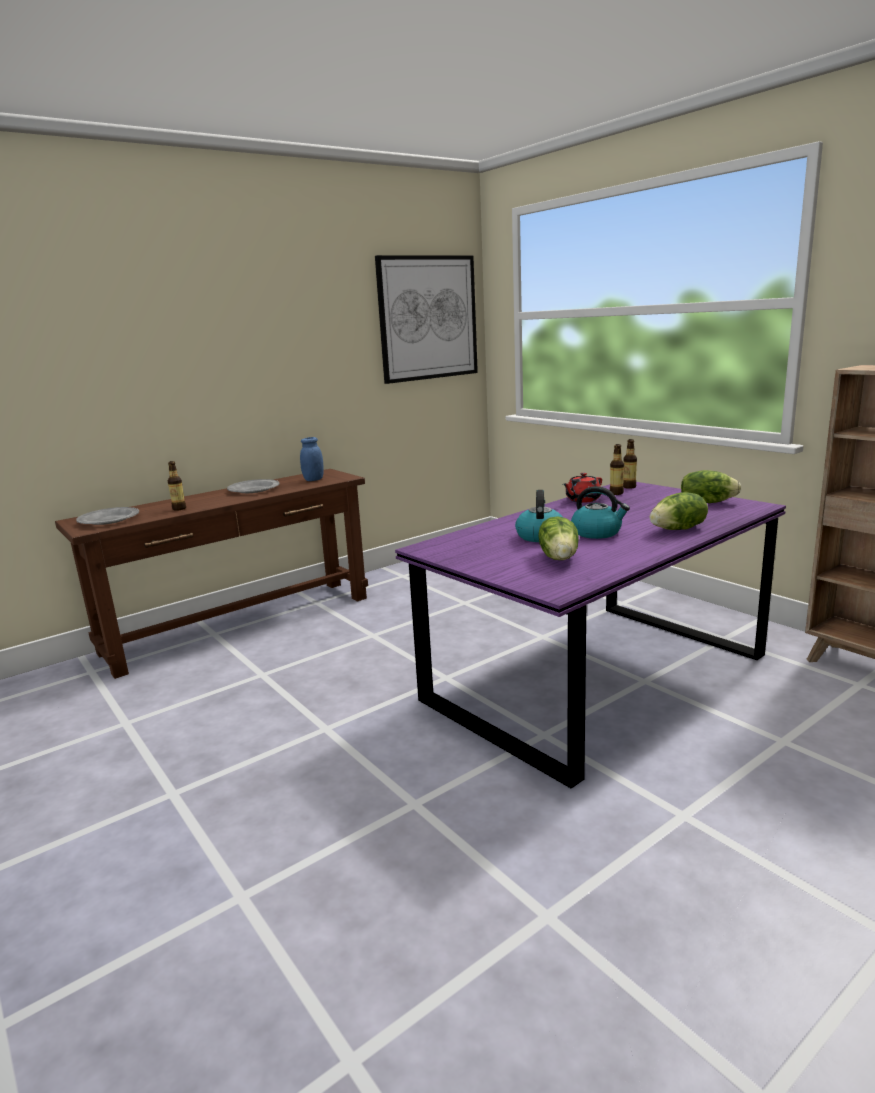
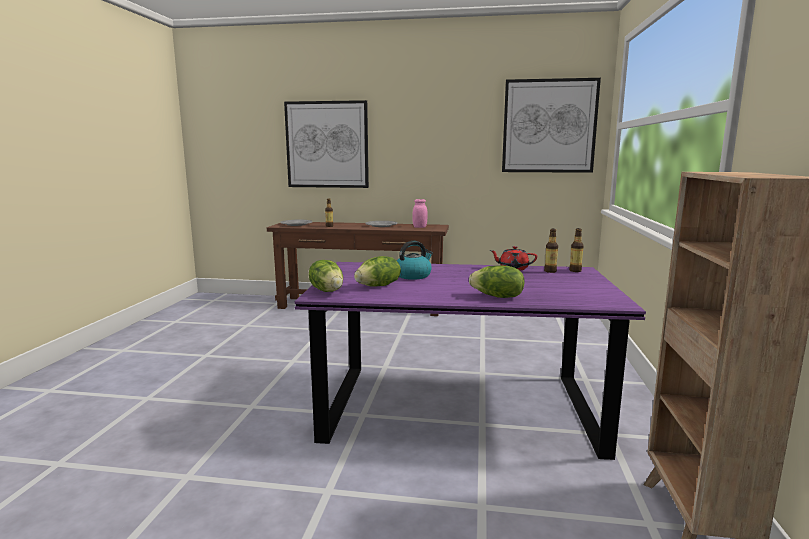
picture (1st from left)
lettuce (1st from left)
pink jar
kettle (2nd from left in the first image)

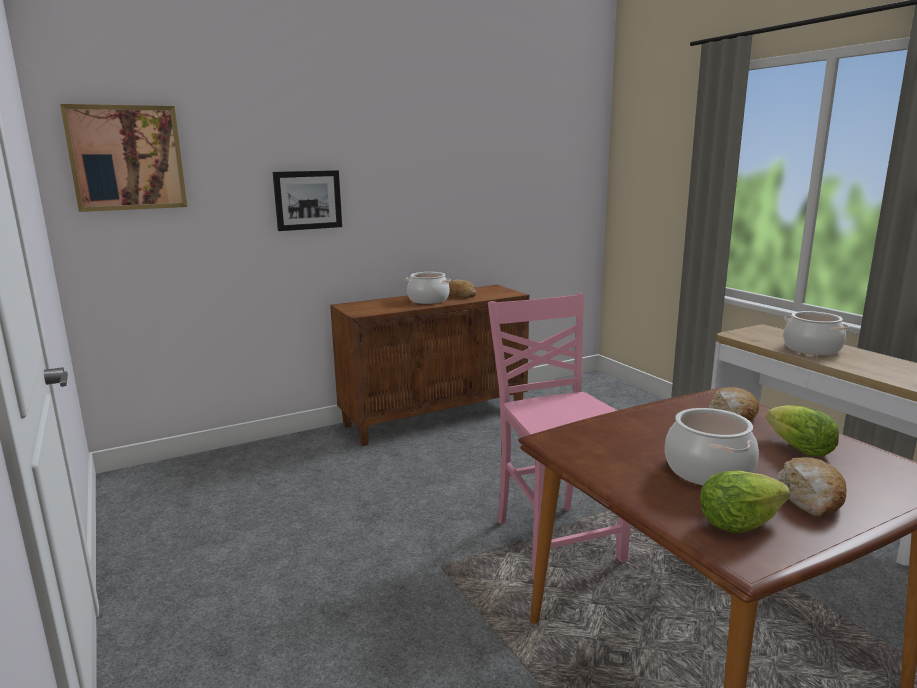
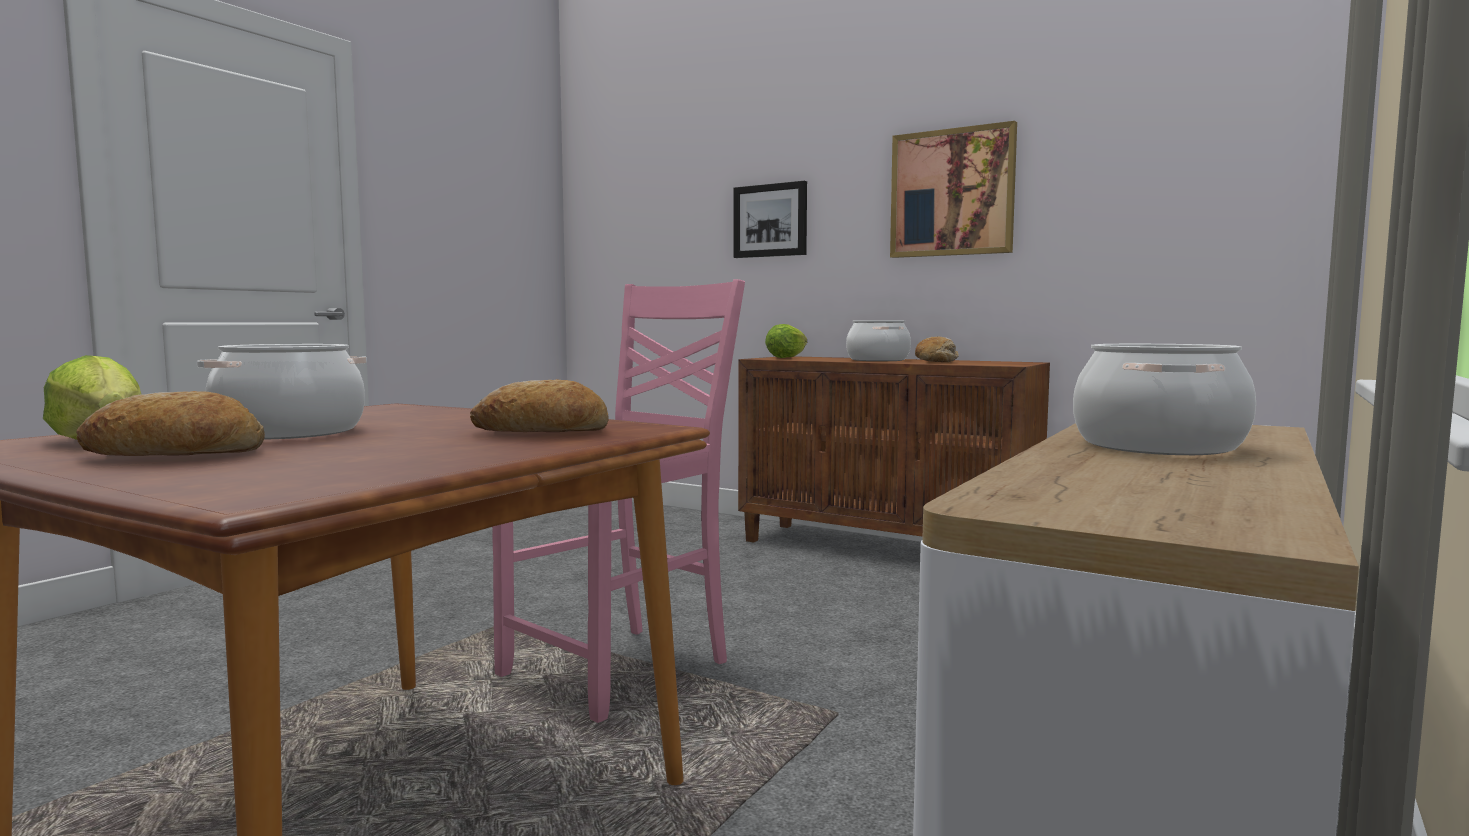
lettuce (2nd from left)
picture (2nd from left)

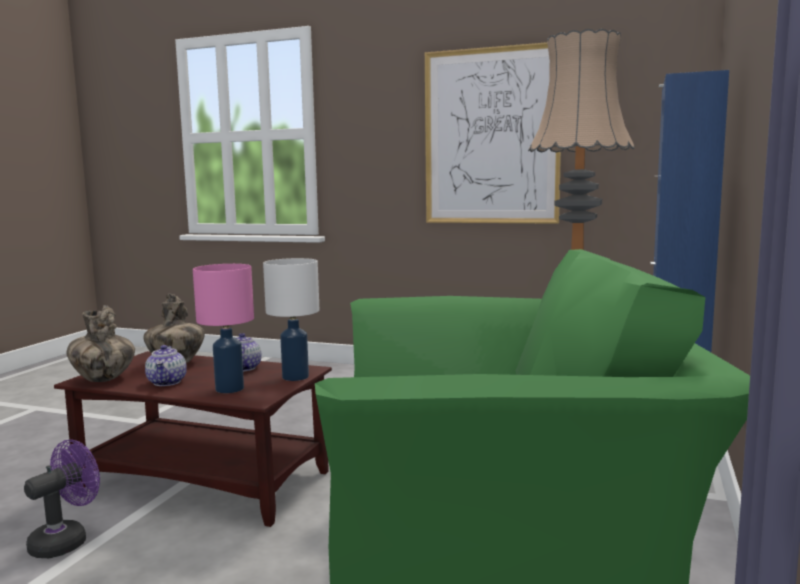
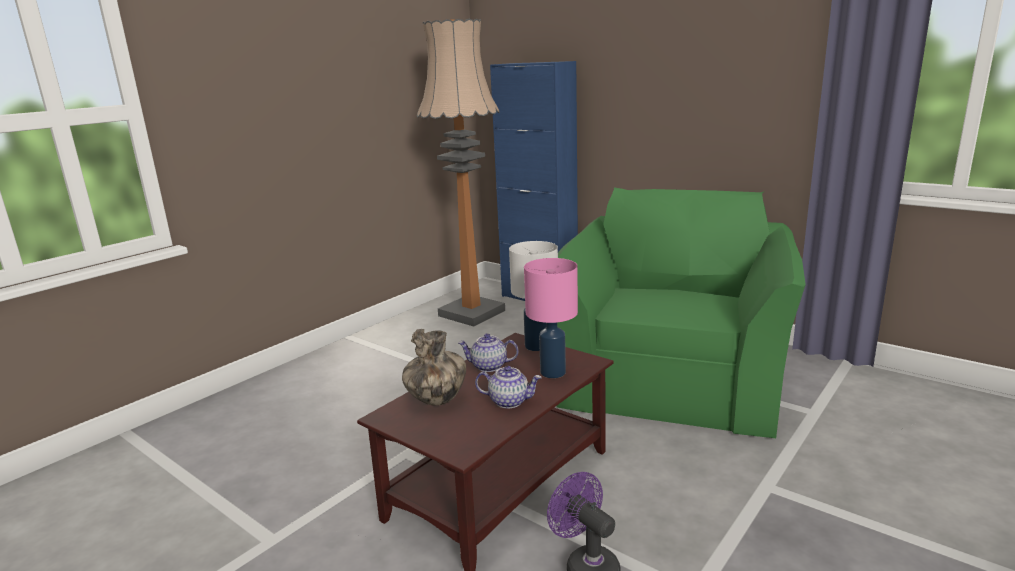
vase (1st from left in the first image)
picture

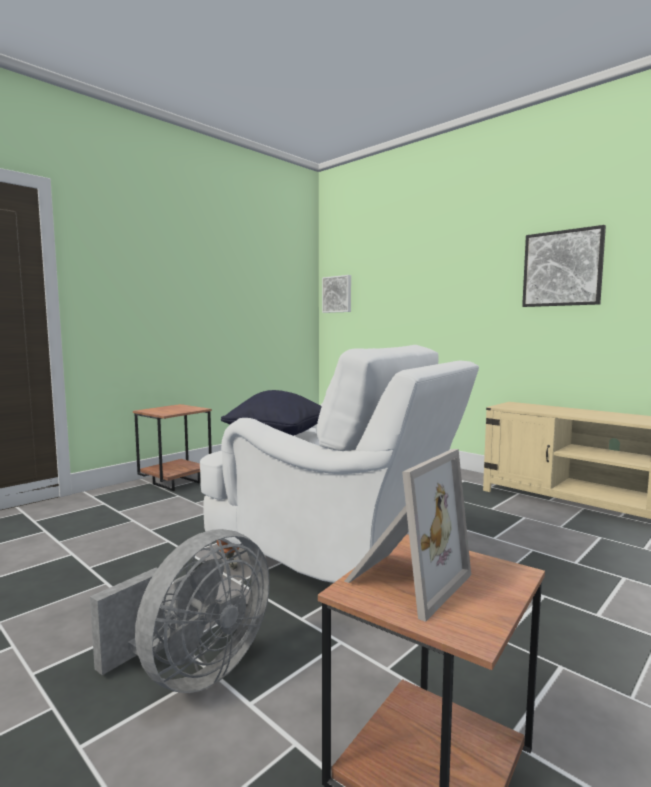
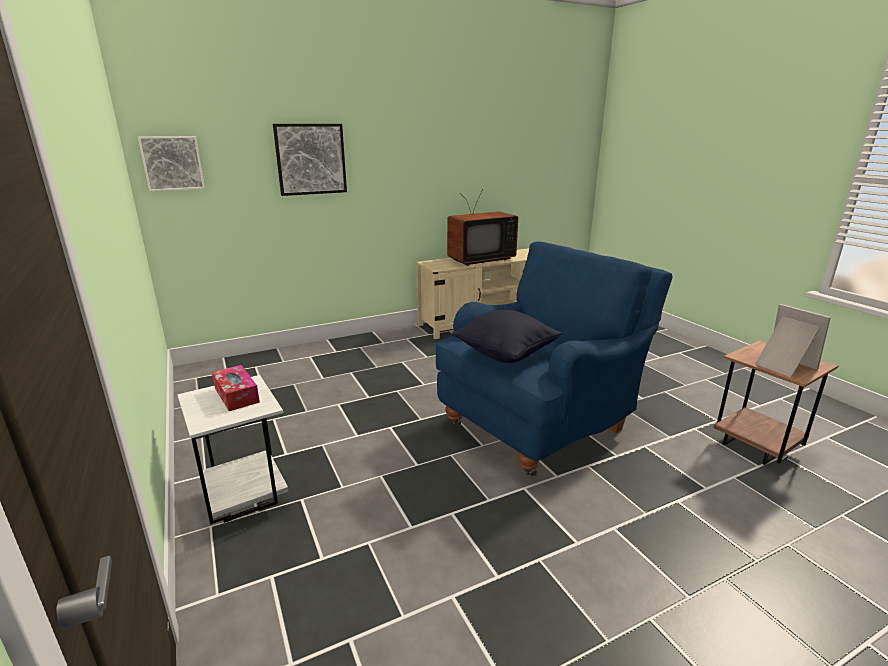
white side table
tissue box
picture (2nd from left)
blue armchair
television
grey fan

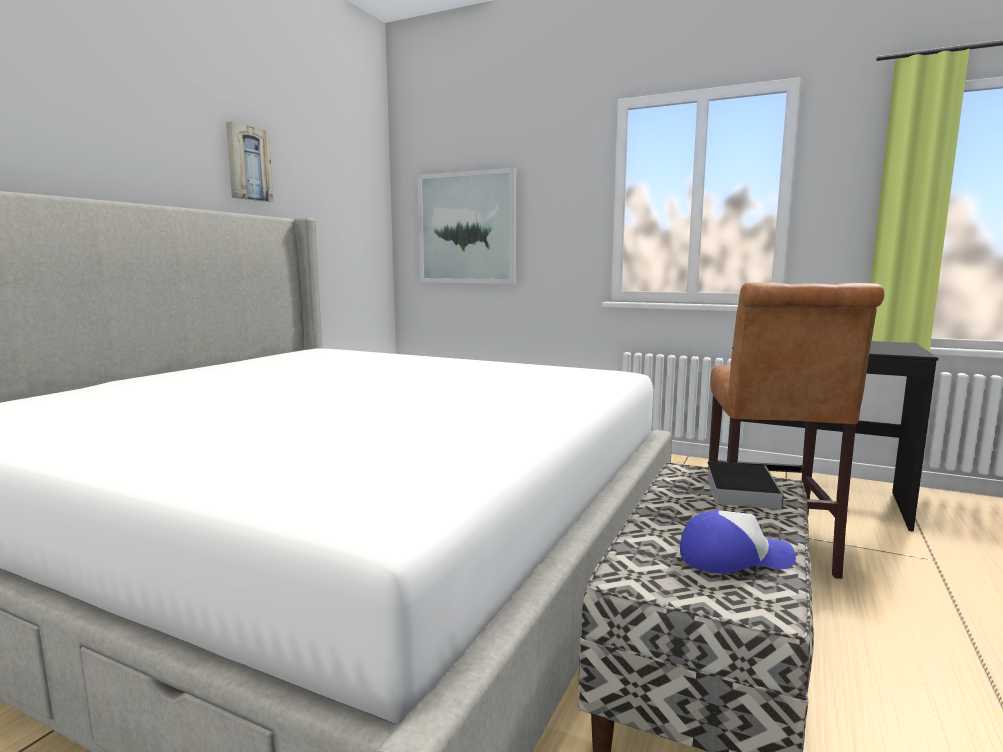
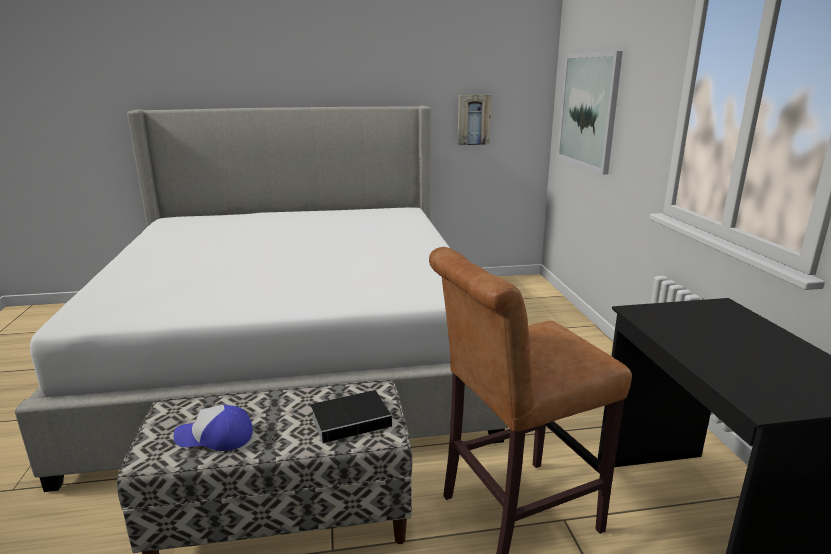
cap
picture (1st from left)

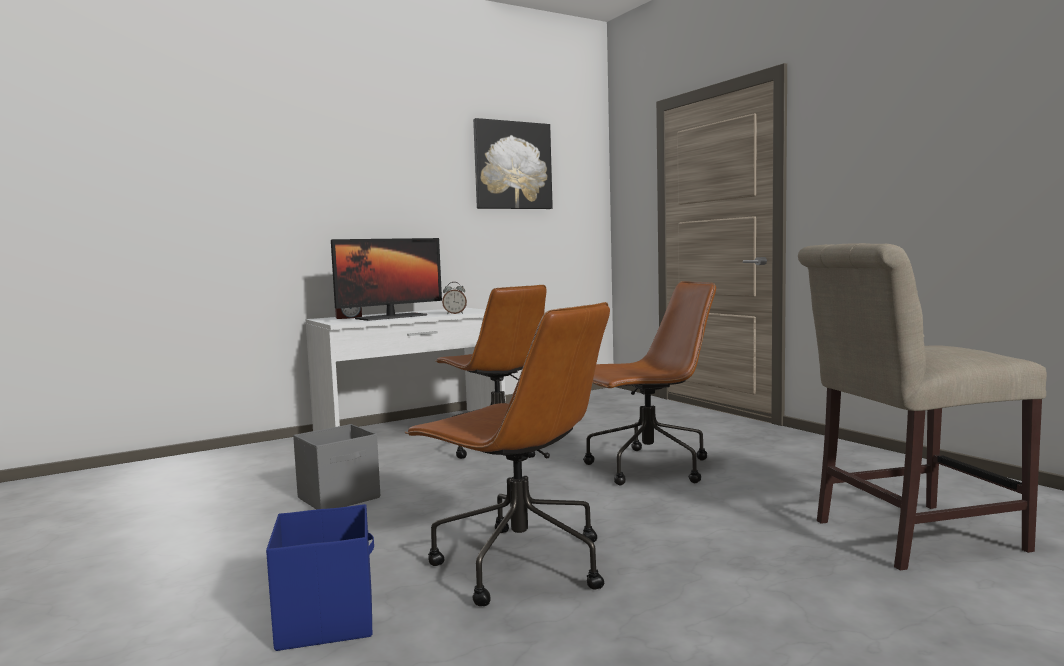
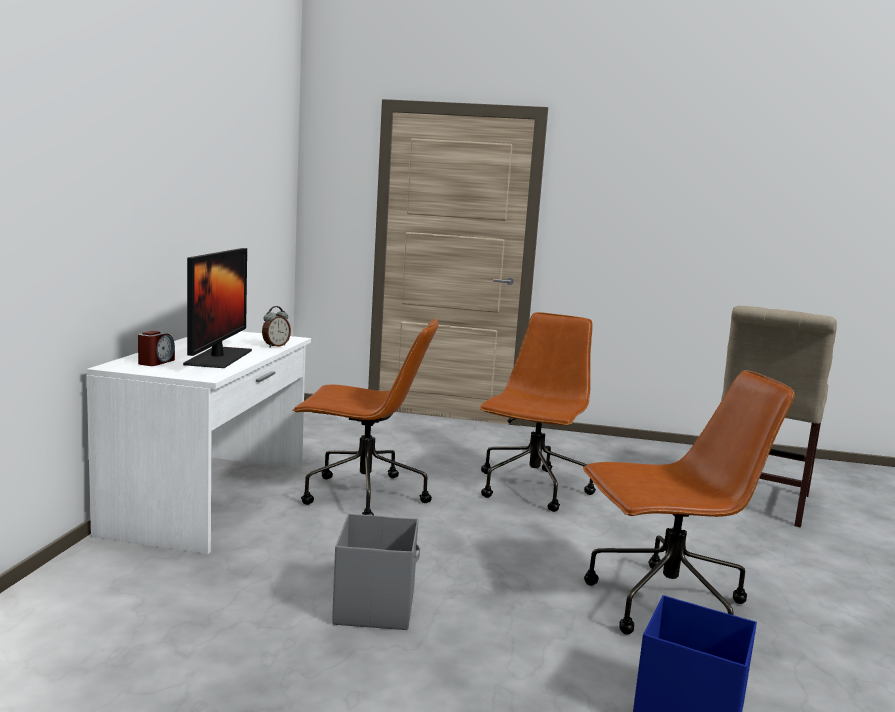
picture

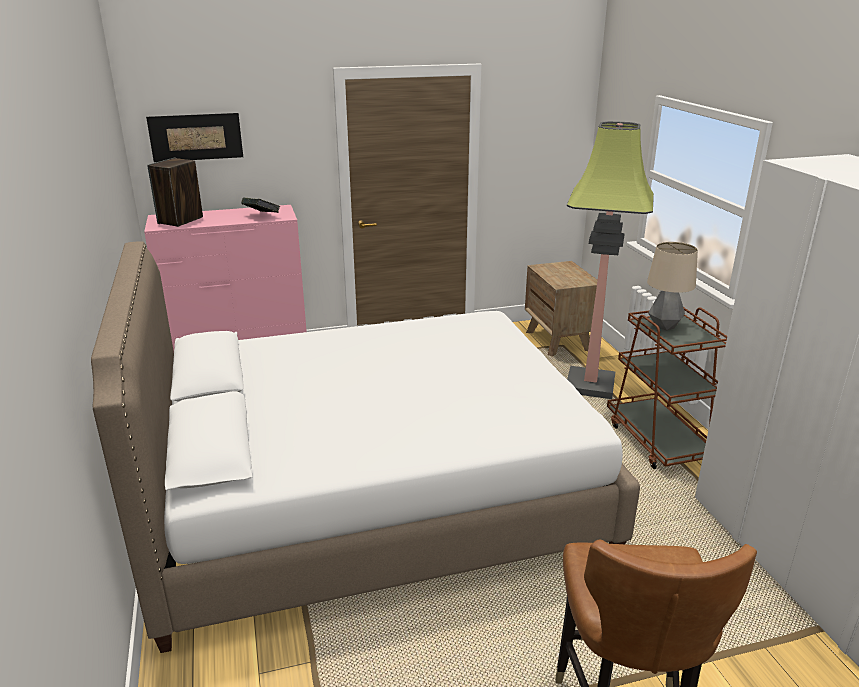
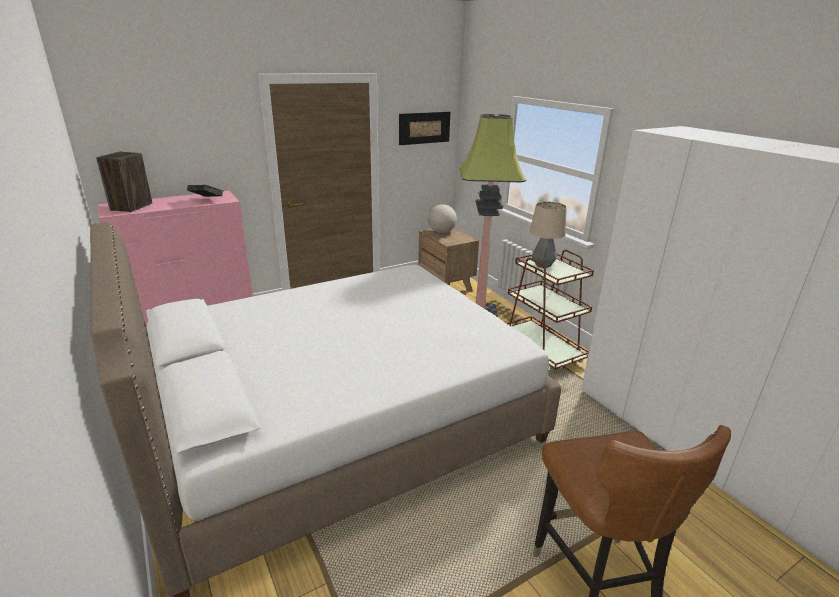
picture
globe

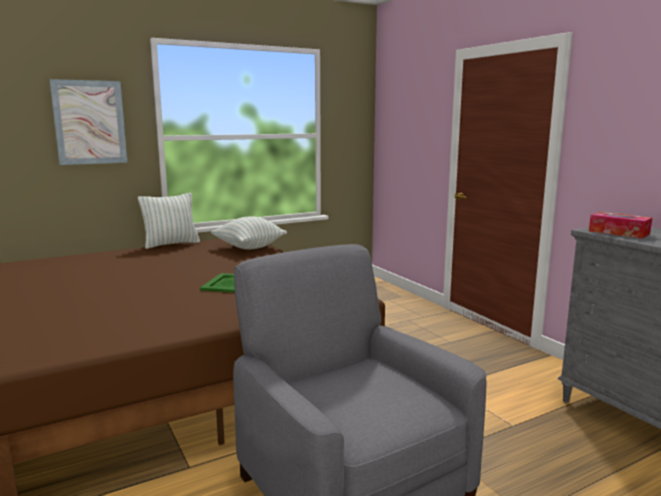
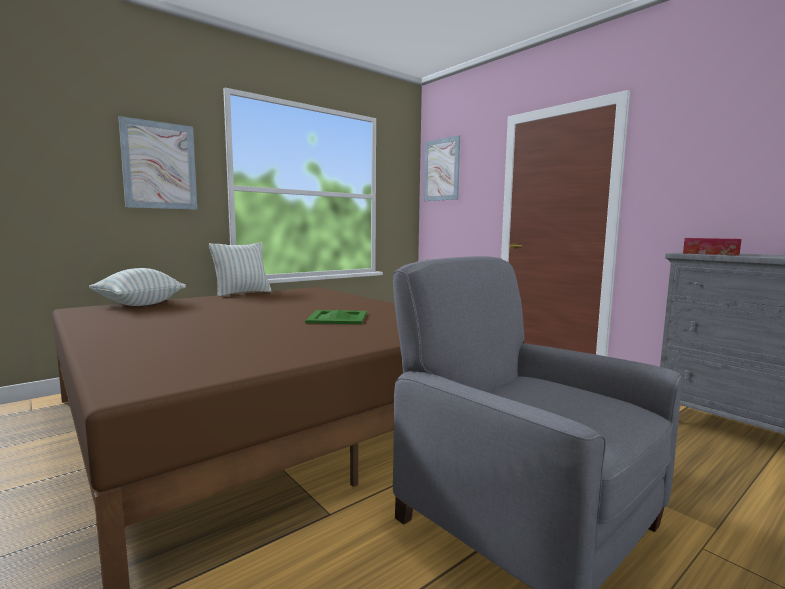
pillow (1st from left)
picture (2nd from left)

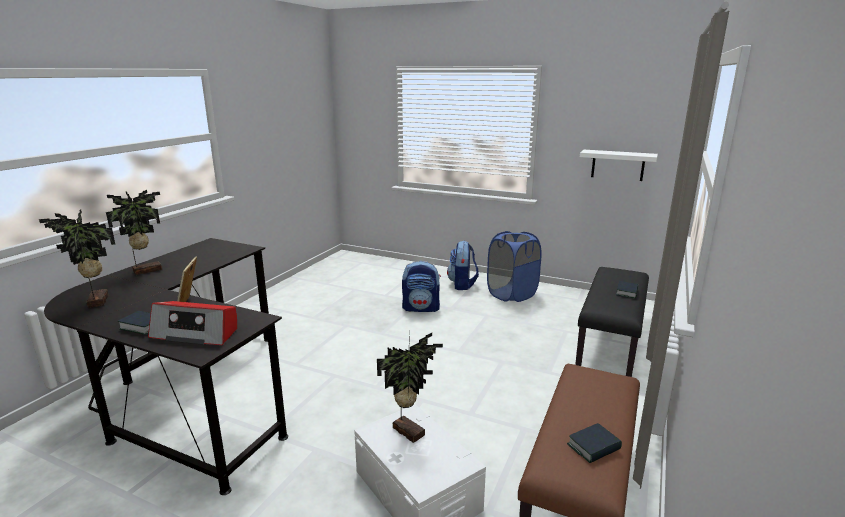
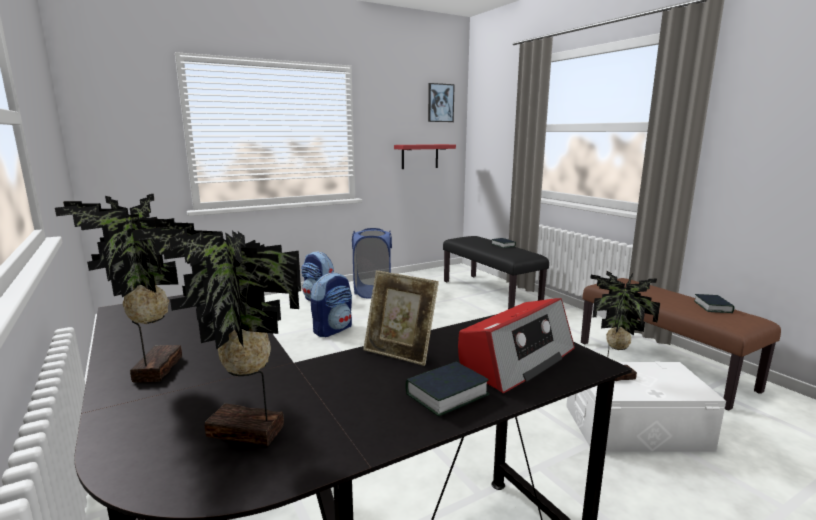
red shelf
picture

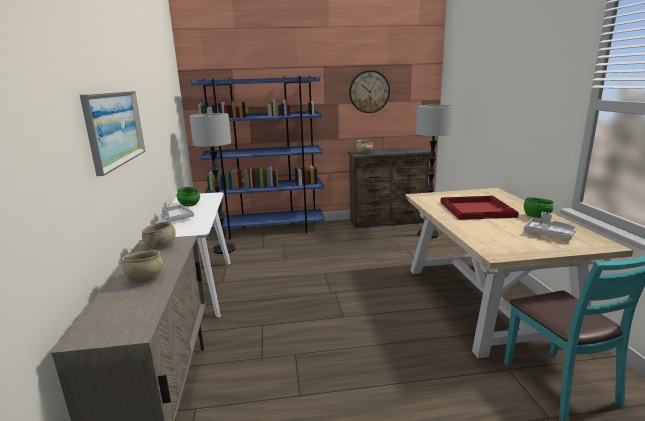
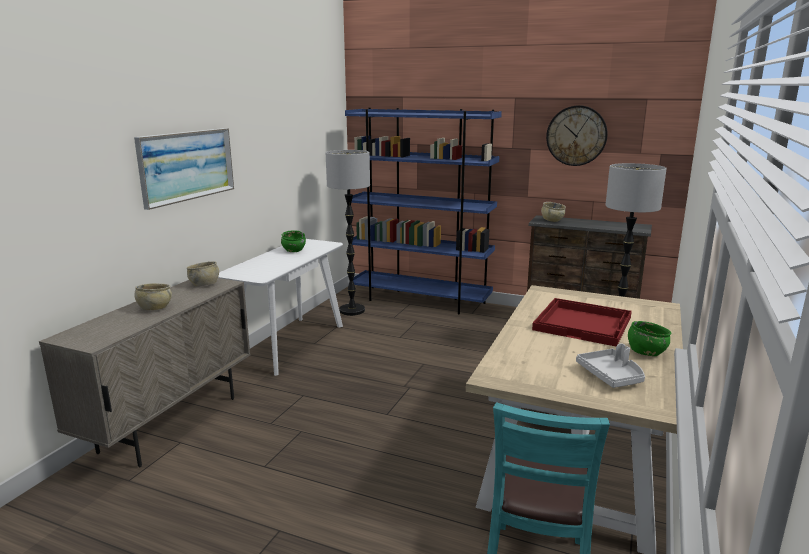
grey tray (1st from left in the first image)

